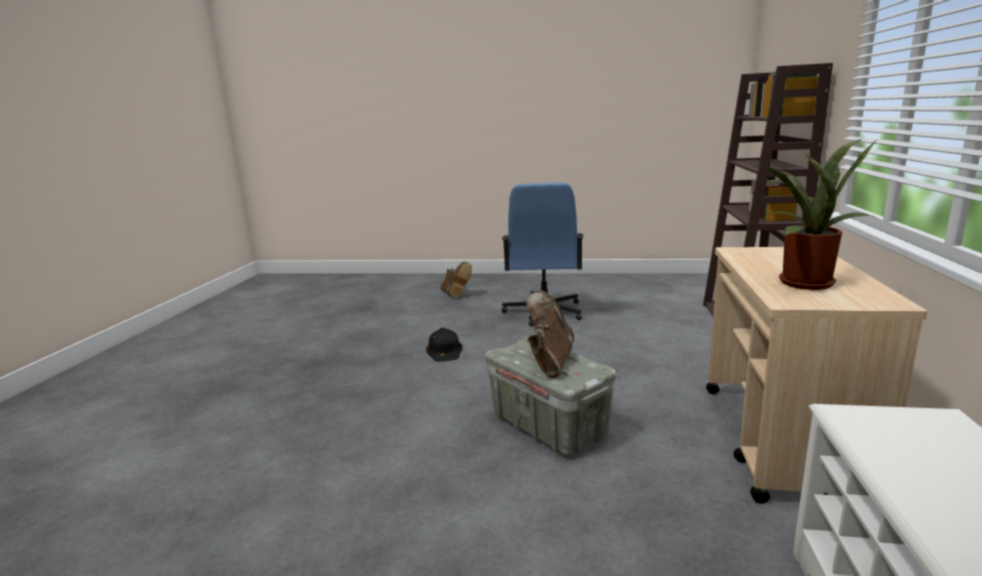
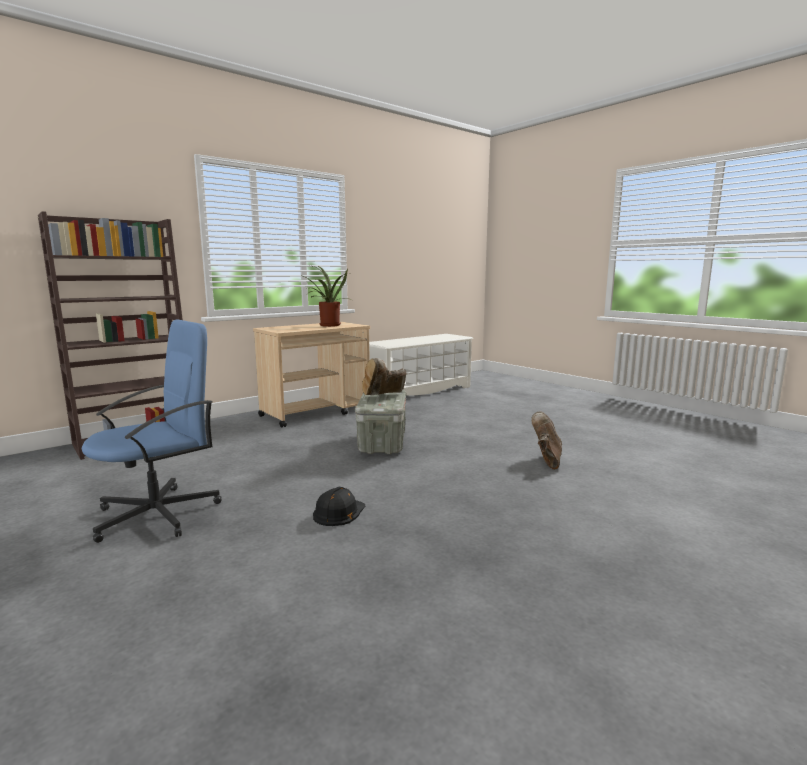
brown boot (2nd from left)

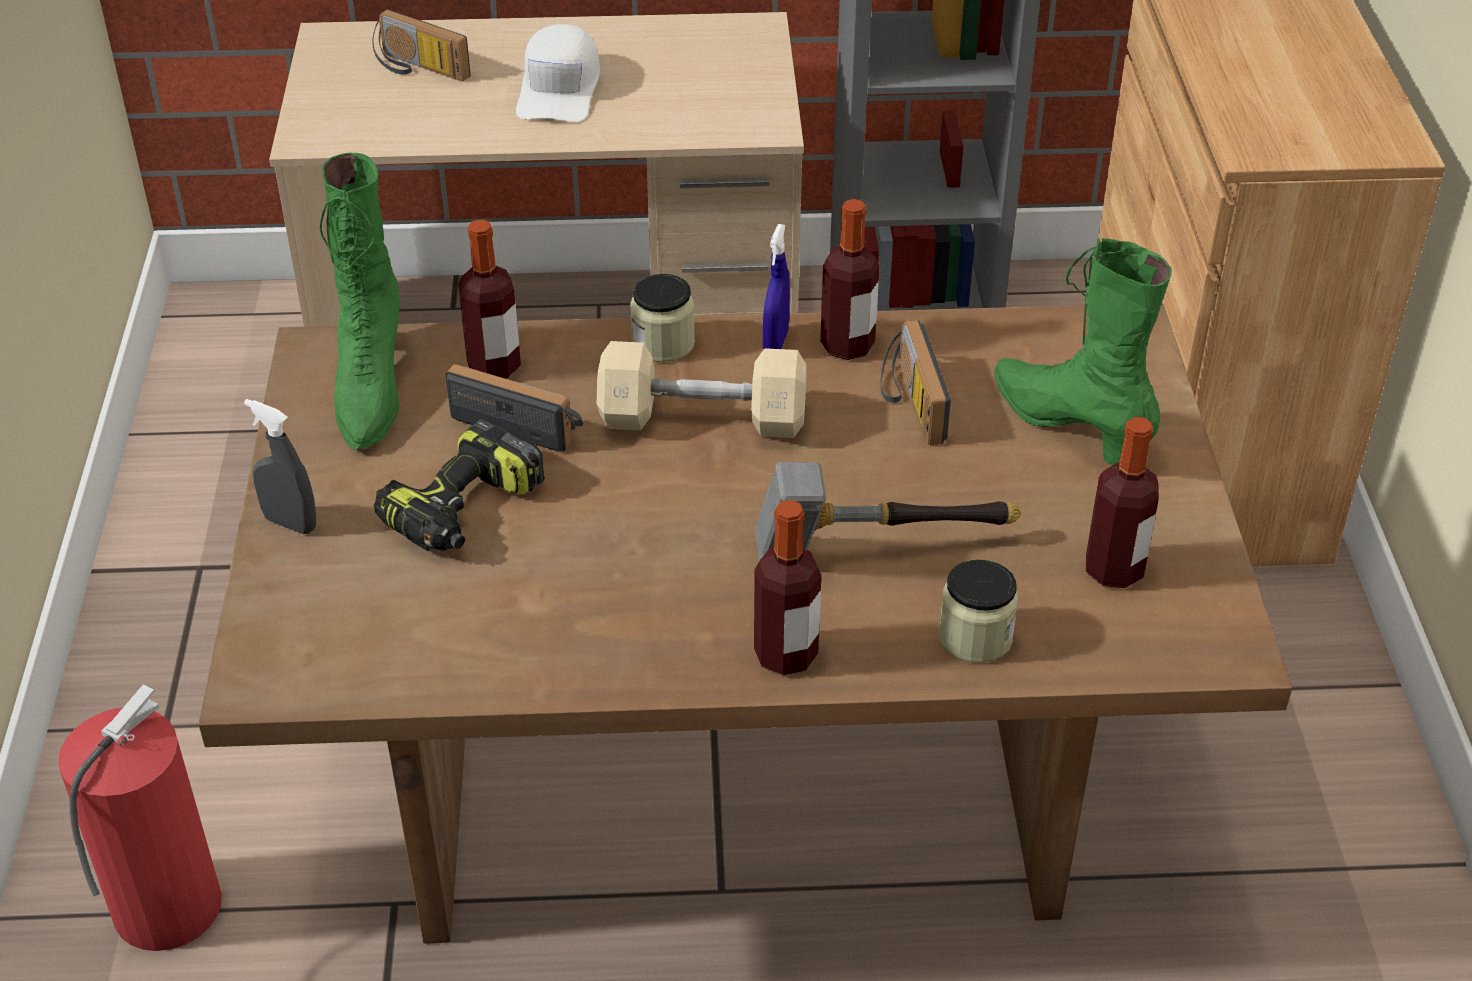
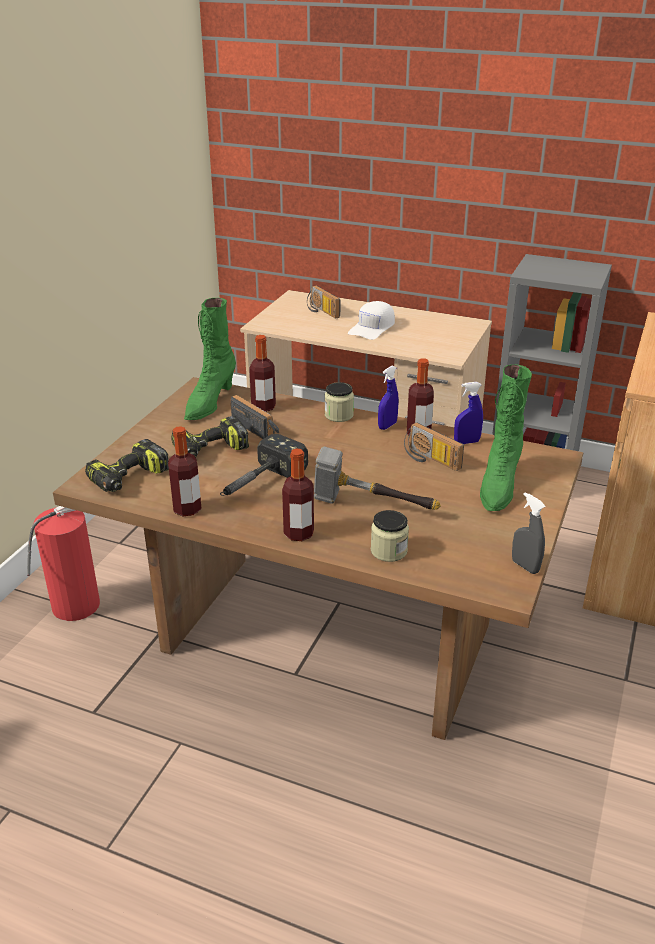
power drill (1st from left)
bottle (1st from left)
hammer (1st from left)
radio (3rd from left)
blue spray bottle (2nd from left)
green boot (2nd from left)
grey spray bottle
beige dumbbell

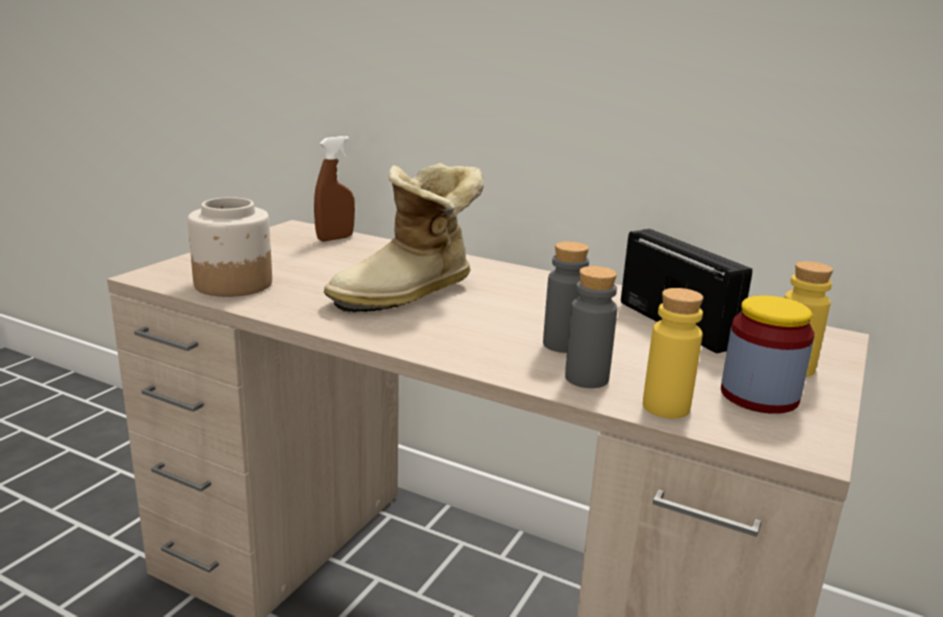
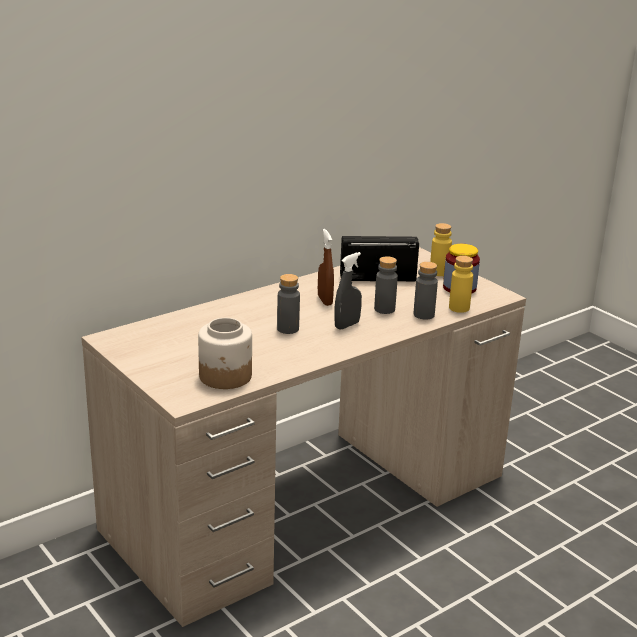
grey bottle (1st from left)
brown spray bottle
grey spray bottle

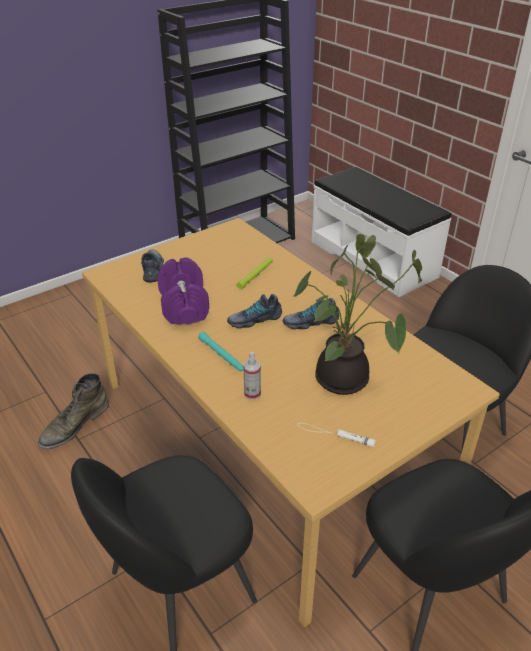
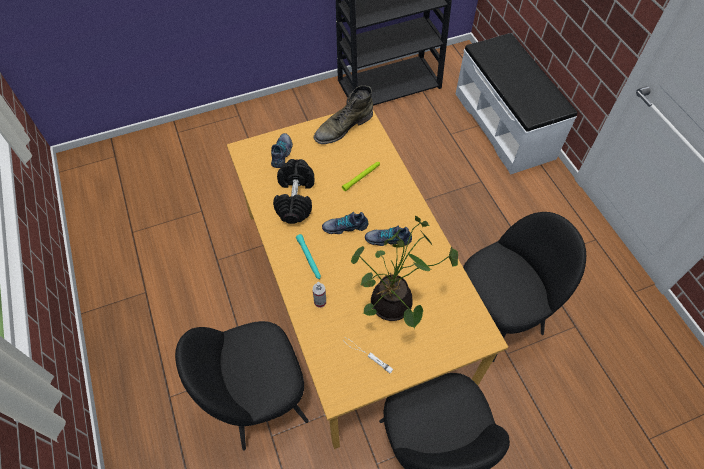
black dumbbell
green boot

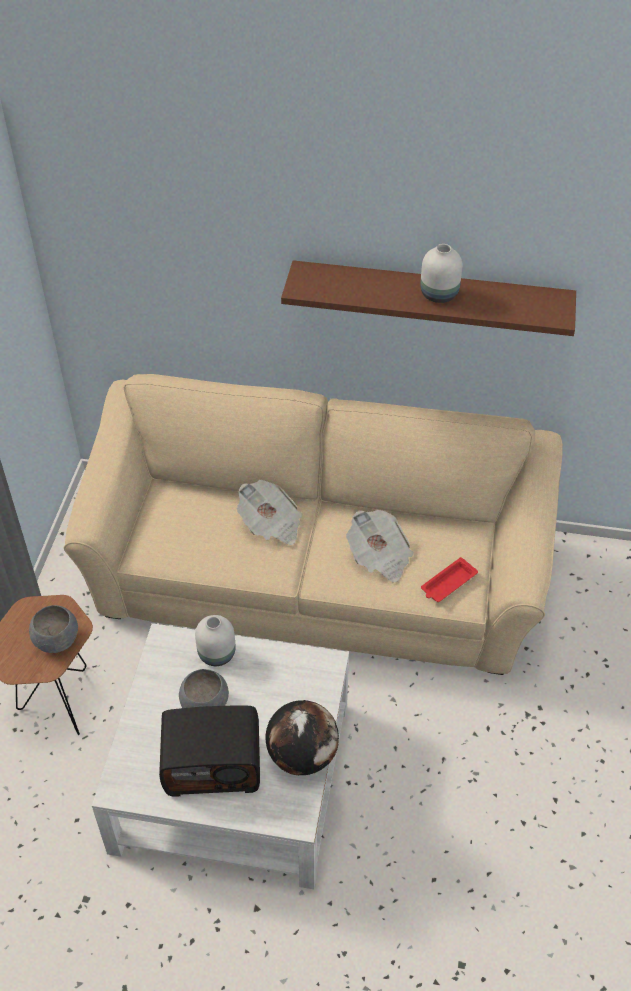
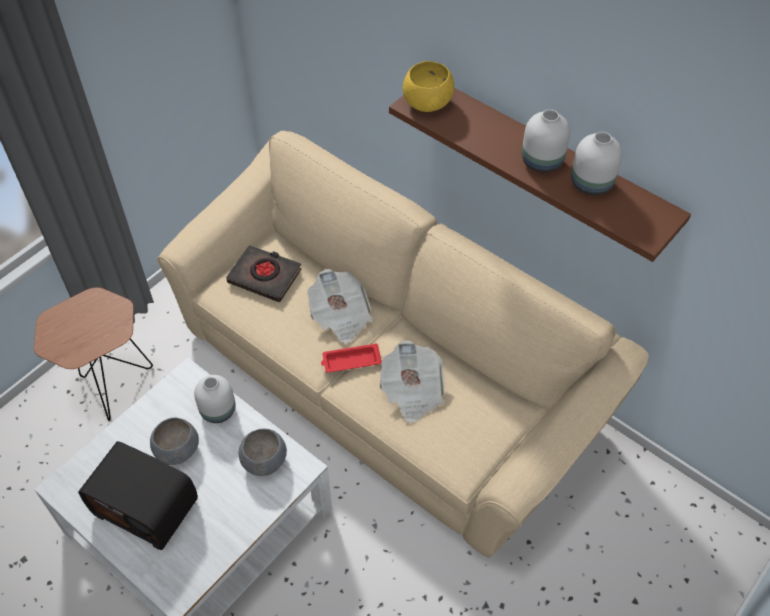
black book
grey bowl (2nd from left)
red tray
yellow bowl
white vase (3rd from left)
globe

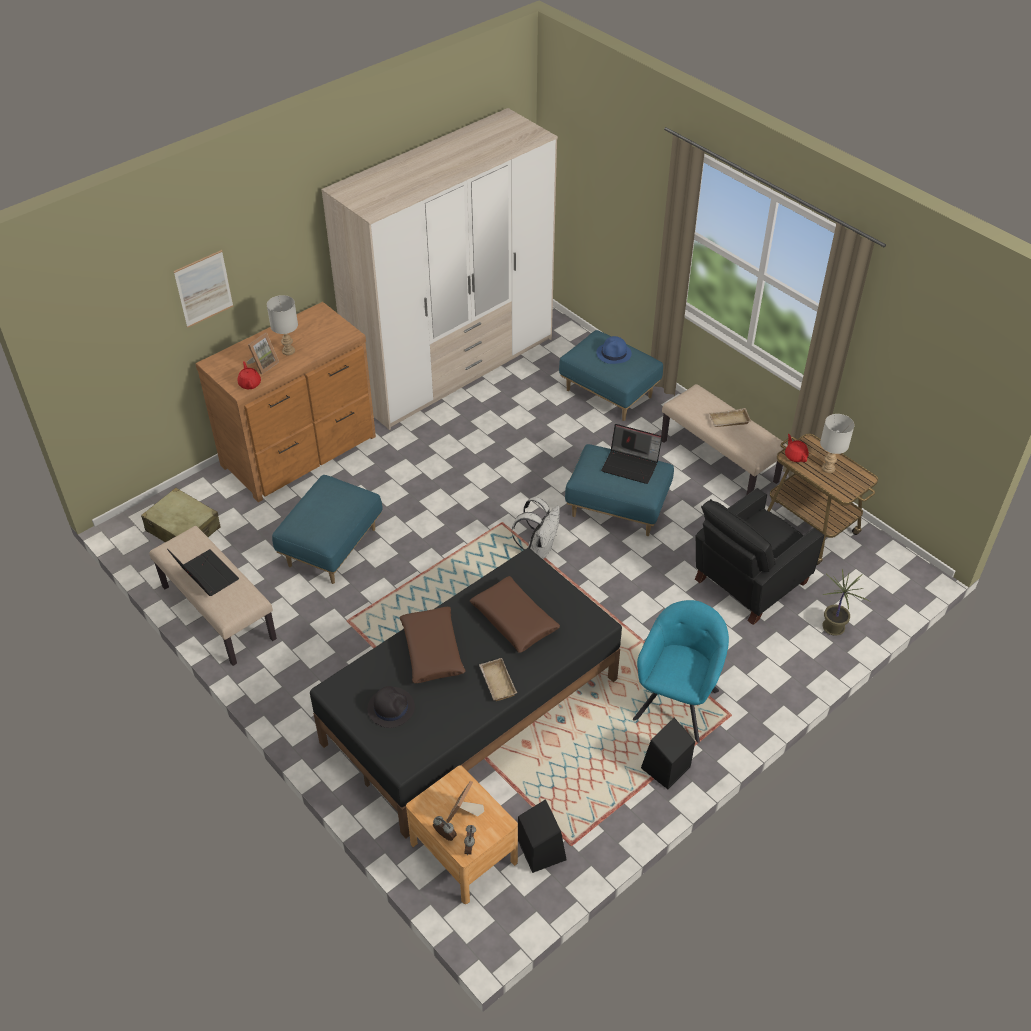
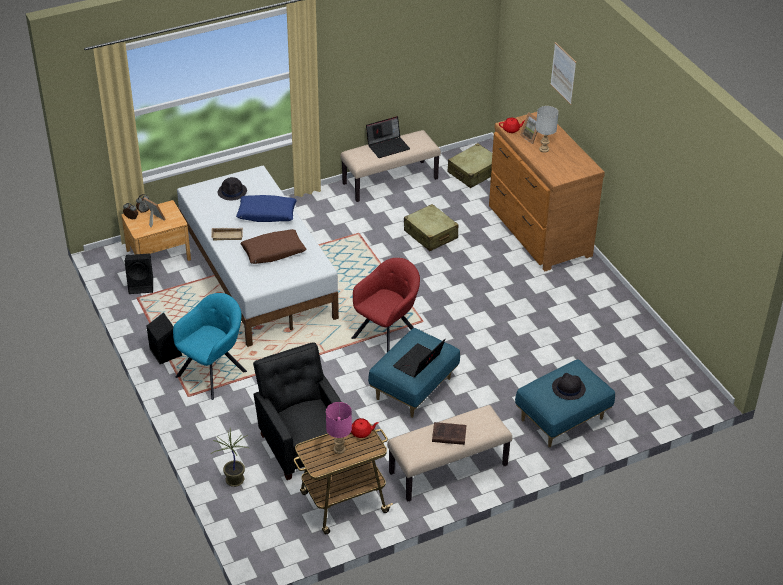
turquoise armchair
white bed
blue pillow
pink table lamp
red armchair
beige suitcase (1st from left)
brown book
black hat (2nd from left)
wardrobe

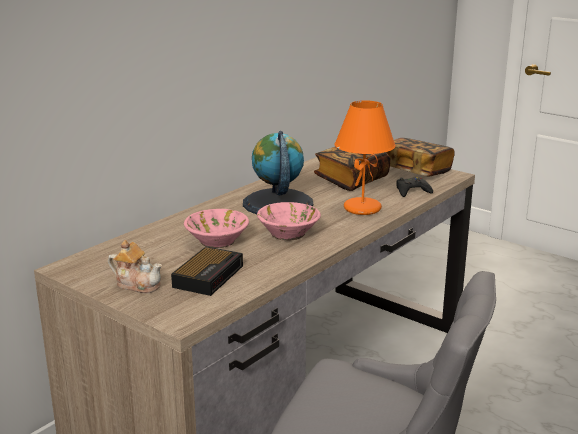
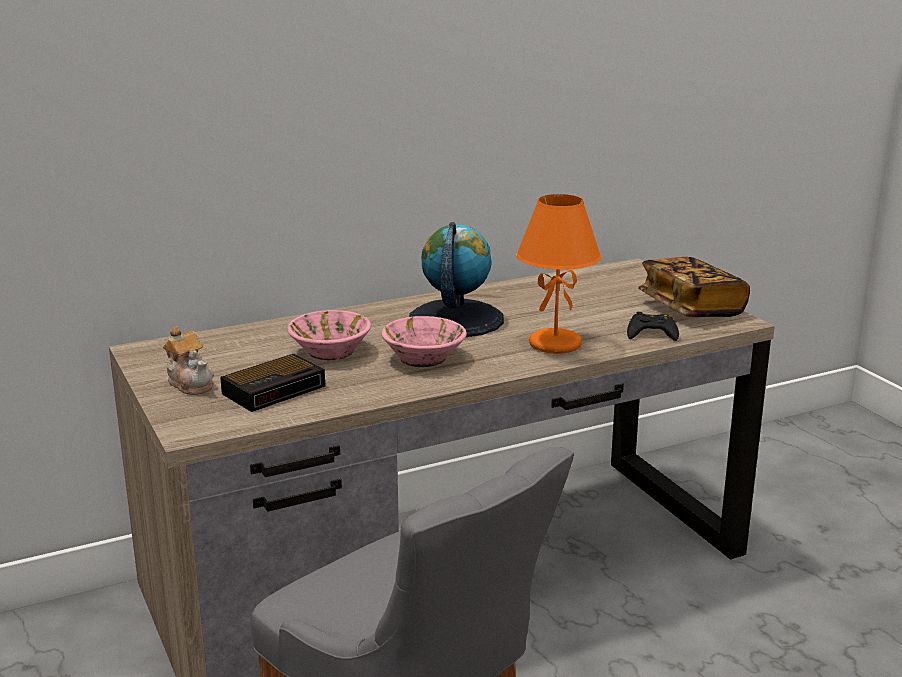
book (1st from left in the first image)

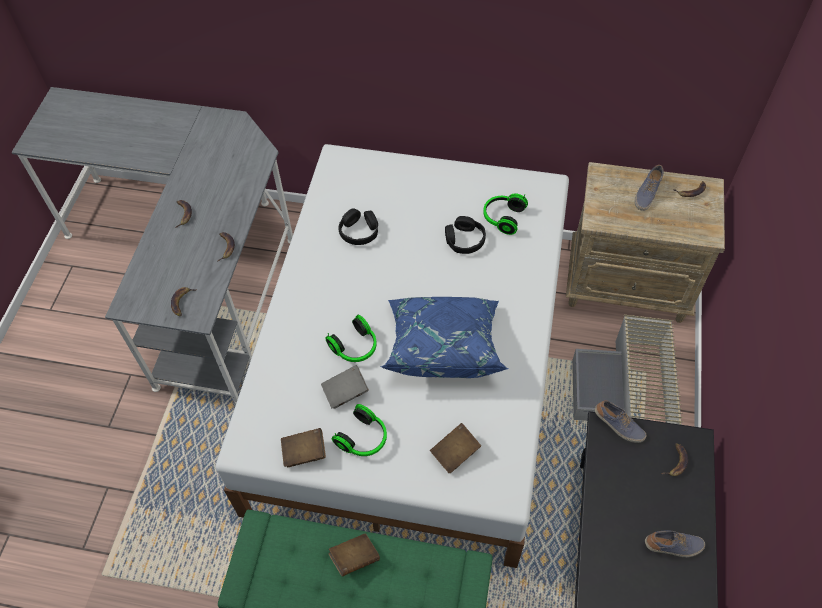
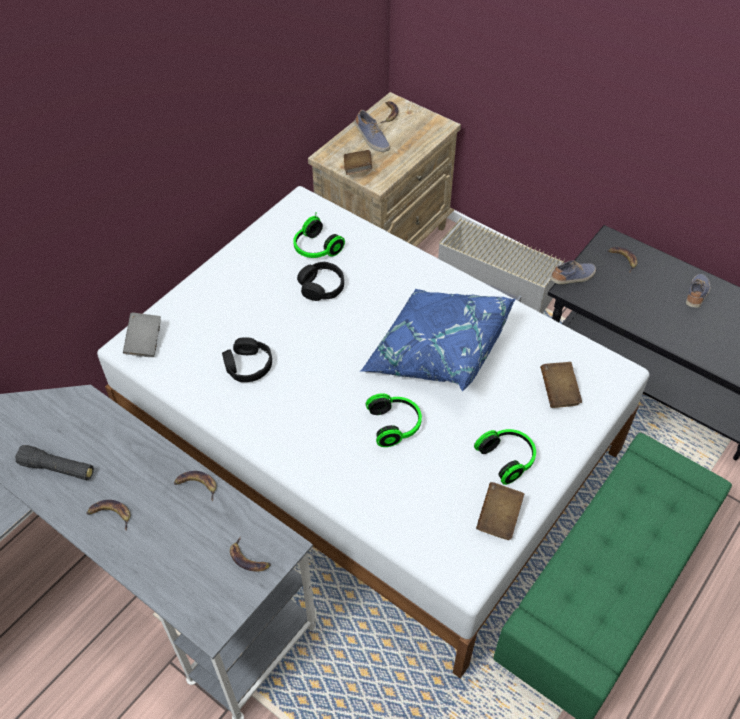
black flashlight
grey book
brown book (1st from left)

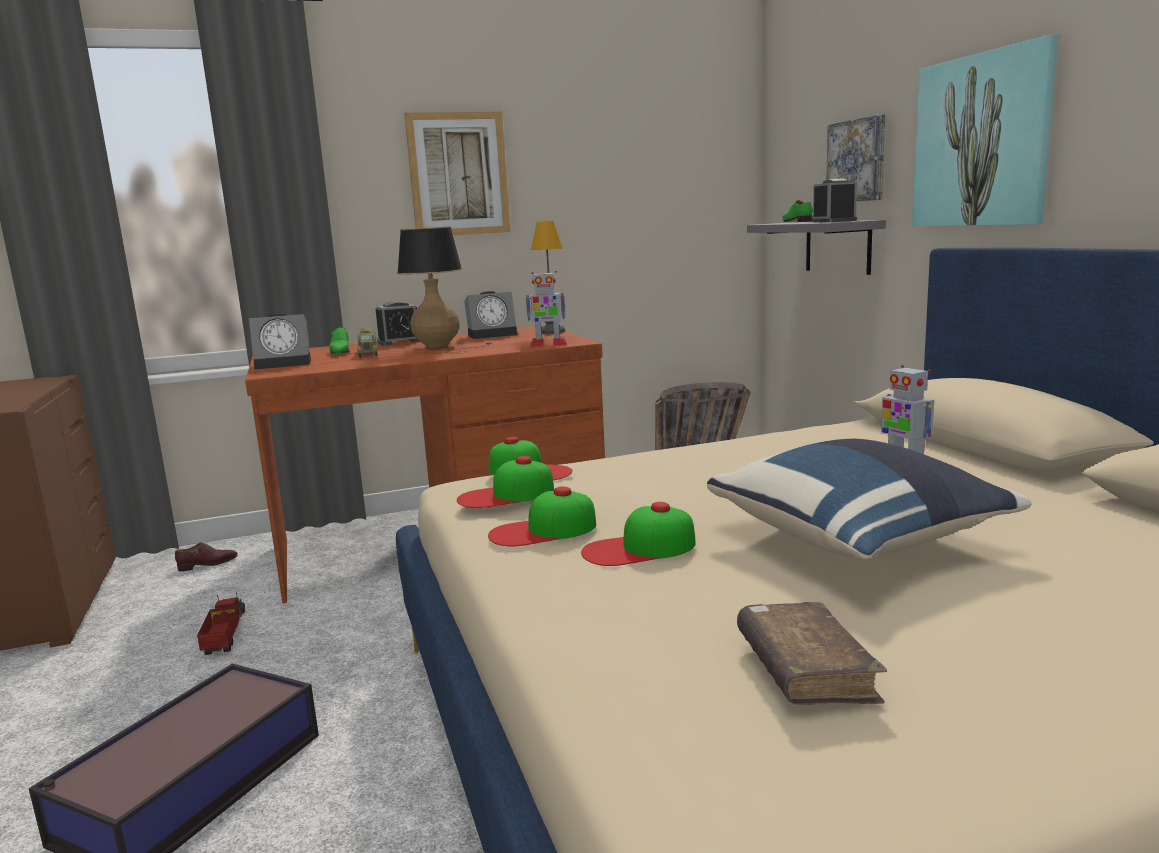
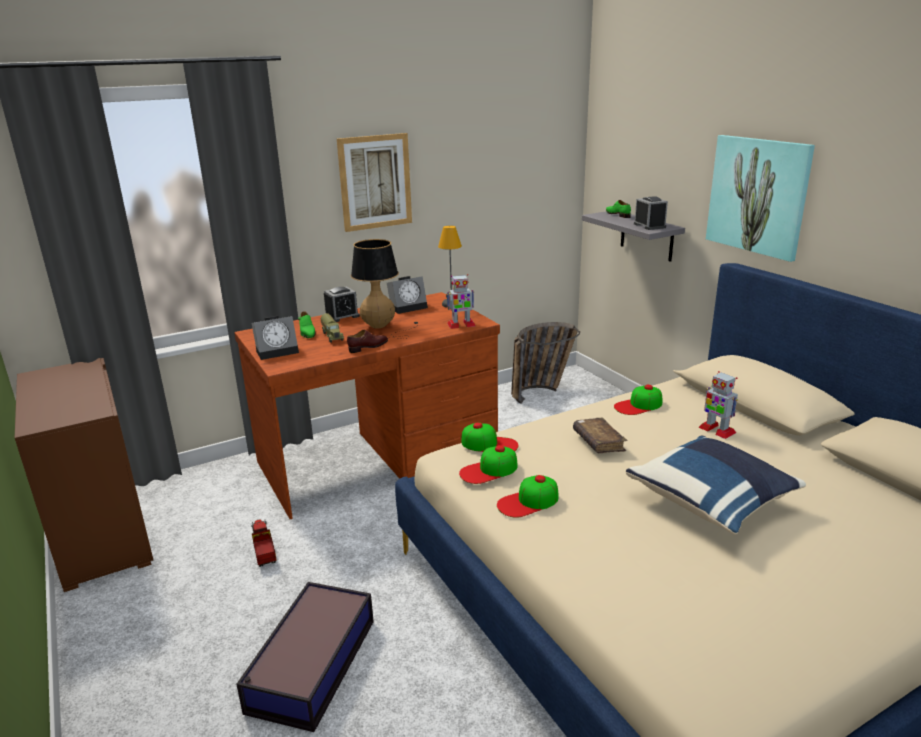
brown shoe
brown book
cap (4th from left)
picture (2nd from left in the first image)

